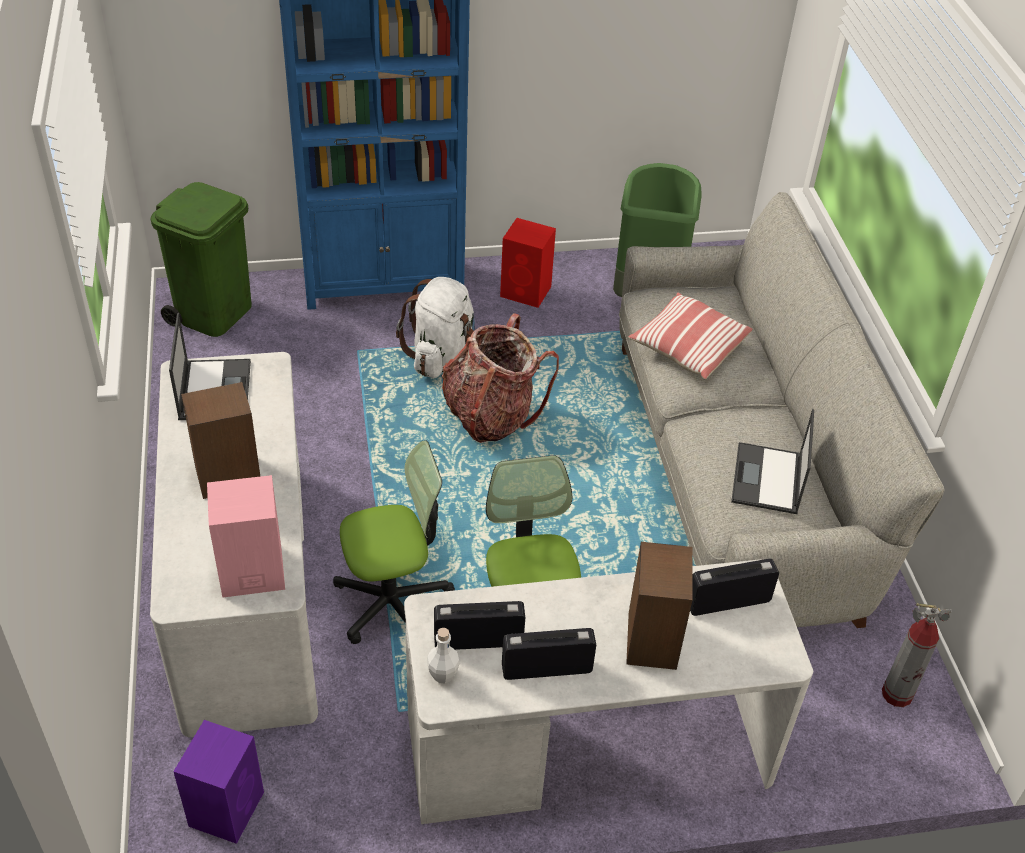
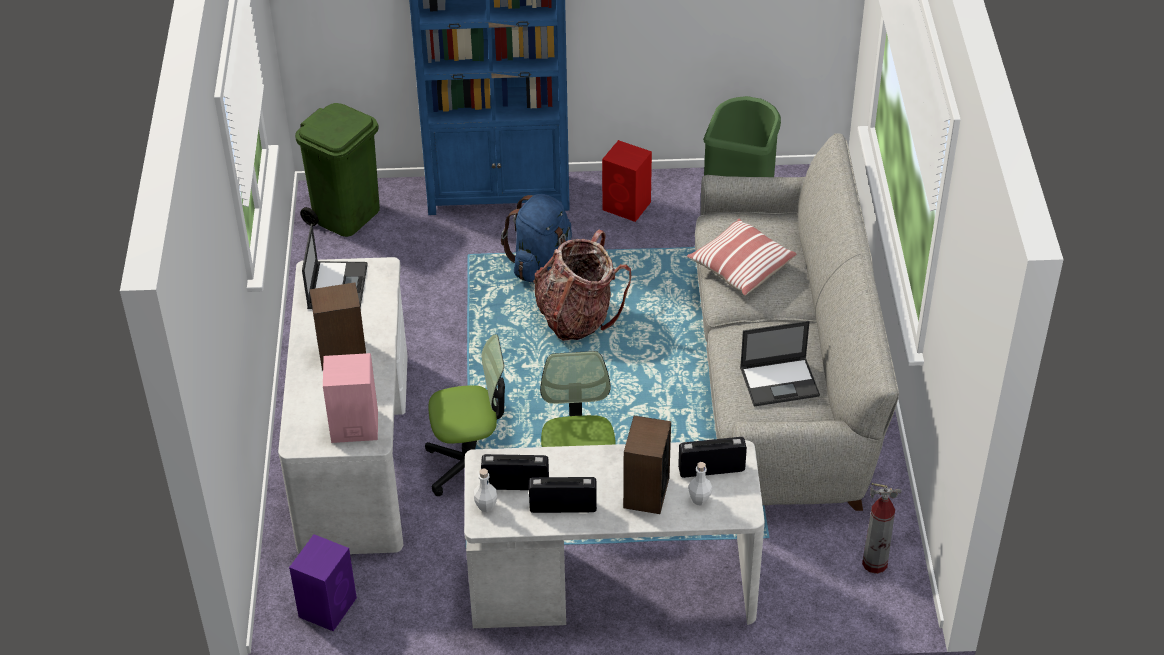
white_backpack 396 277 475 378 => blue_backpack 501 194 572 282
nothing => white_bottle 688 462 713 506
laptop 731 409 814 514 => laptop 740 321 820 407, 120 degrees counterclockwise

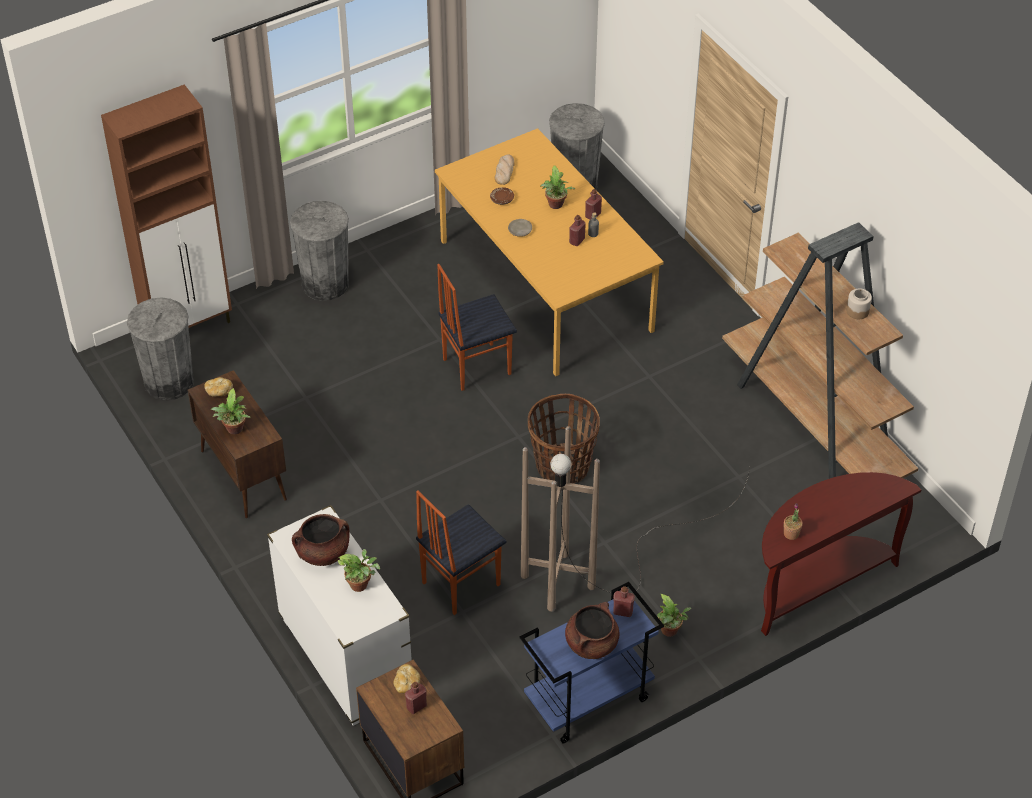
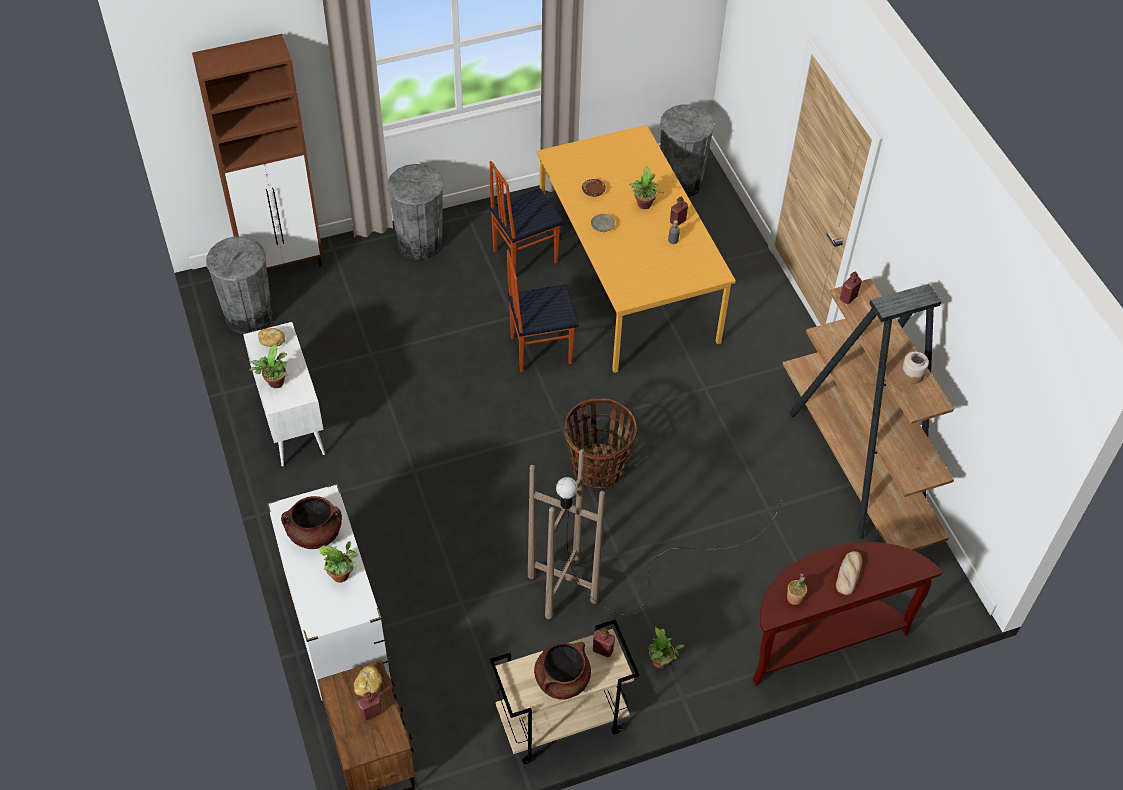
brown_cabinet 188 370 287 518 => white_cabinet 243 322 325 466
chair 416 490 506 615 => chair 489 161 564 273, moved
blue_cart 520 582 664 744 => beige_cart 490 619 639 764
bread 495 154 515 185 => bread 836 551 862 595, moved
red_bottle 569 215 586 246 => red_bottle 840 272 862 304, moved

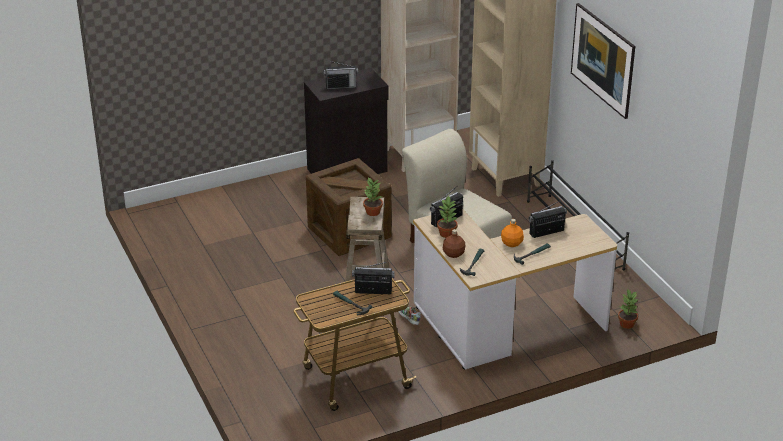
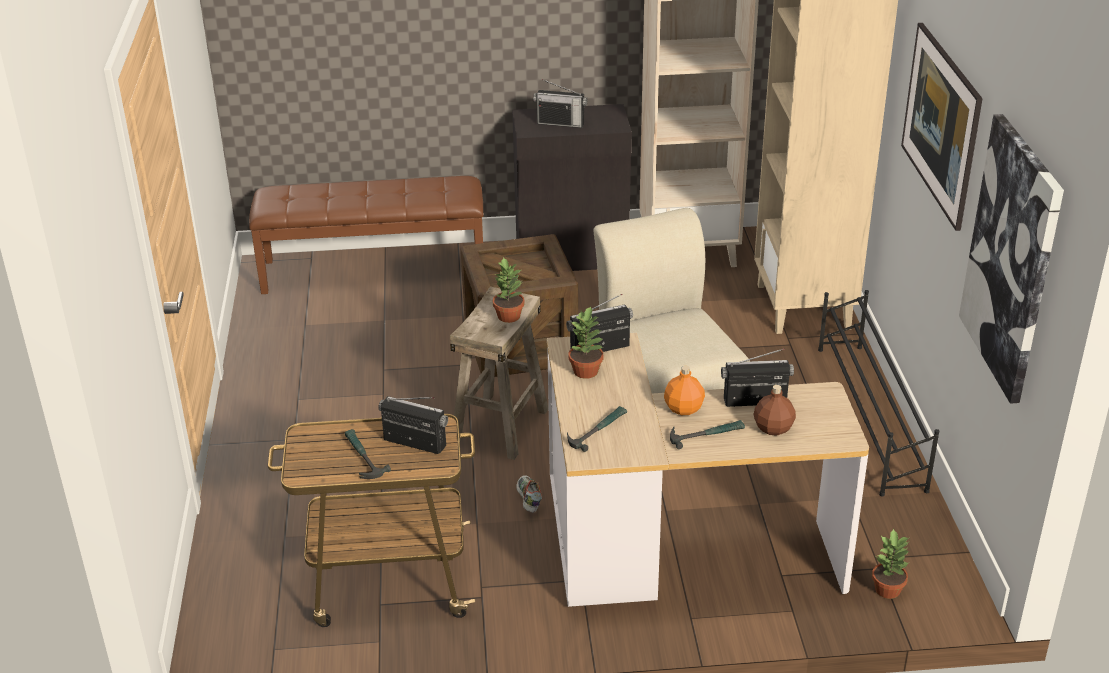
nothing => brown_bench 249 176 484 294
brown_bottle 443 229 465 258 => brown_bottle 753 385 796 436, moved
nothing => picture 959 114 1064 404

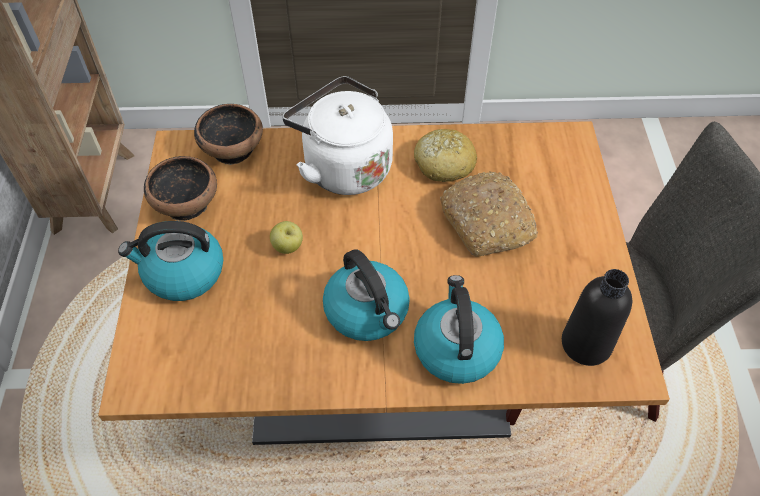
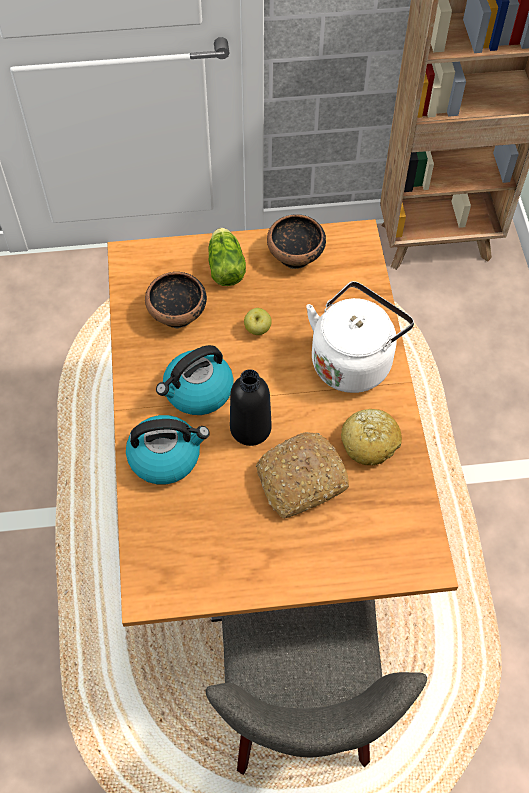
bowl 194 104 263 165 => bowl 145 272 207 329, moved
kettle 118 221 223 301 => lettuce 208 228 246 286
black_bottle 562 269 632 366 => black_bottle 230 369 272 446, moved

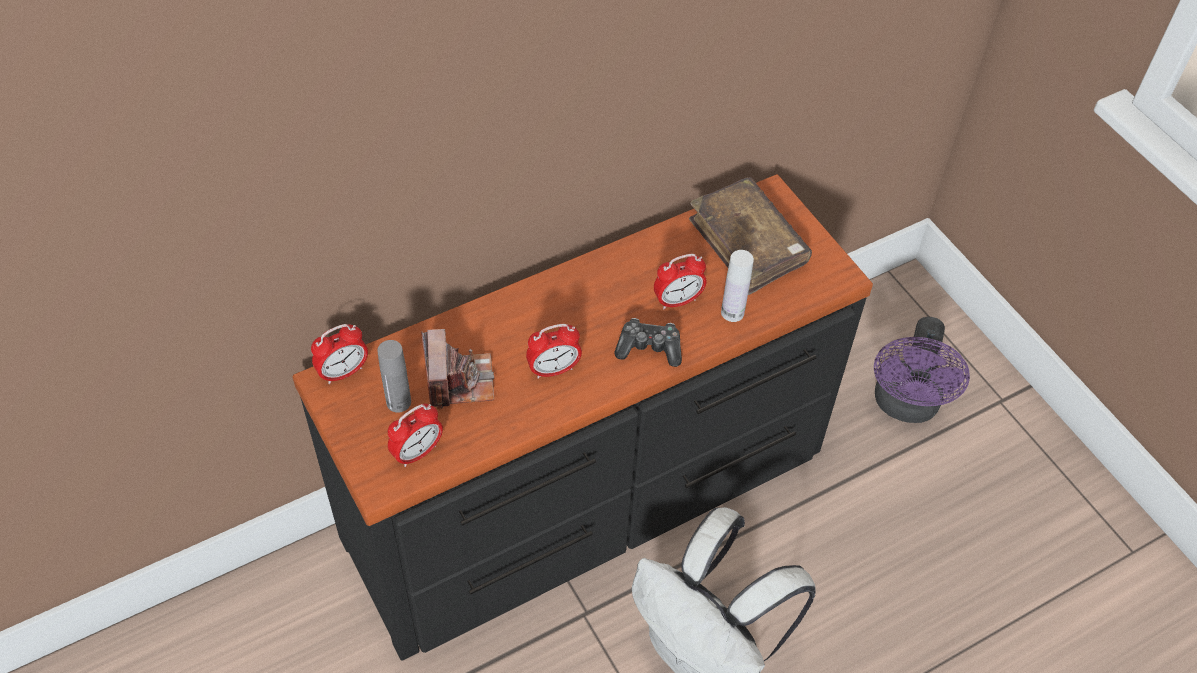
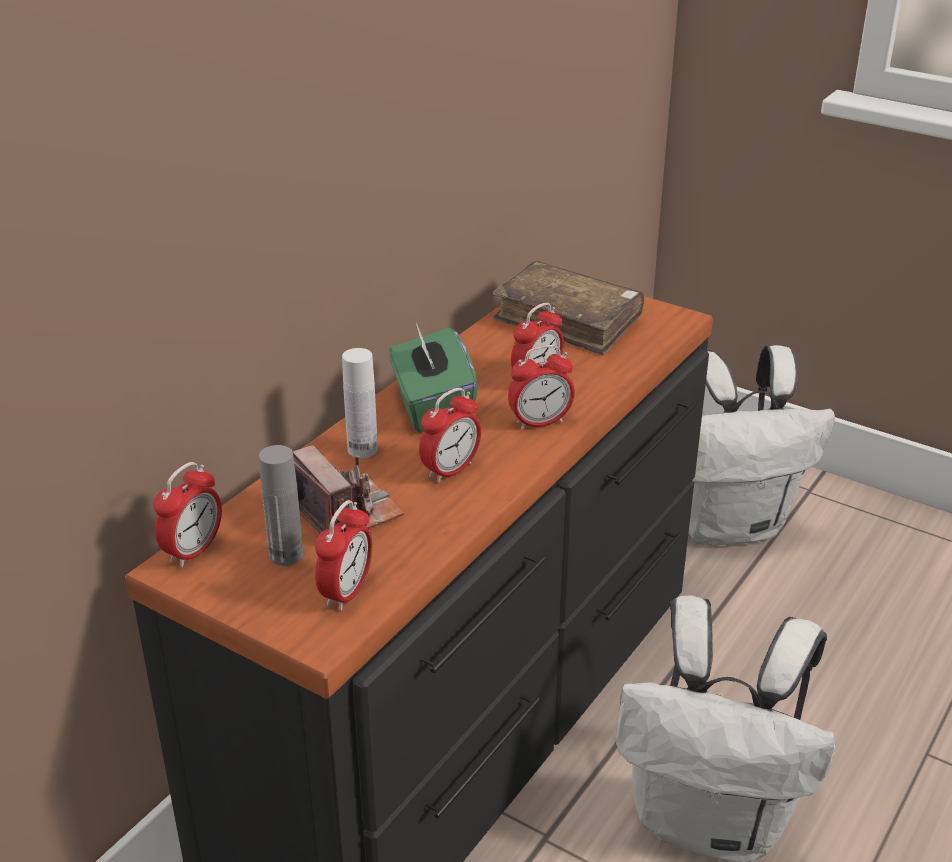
white_bottle 721 250 754 322 => white_bottle 342 348 378 458, moved
nothing => green_tissue_box 389 323 478 433
game_controller 614 318 682 367 => alarm_clock 508 345 575 430
purple_fan 874 317 970 423 => white_backpack 689 345 835 546

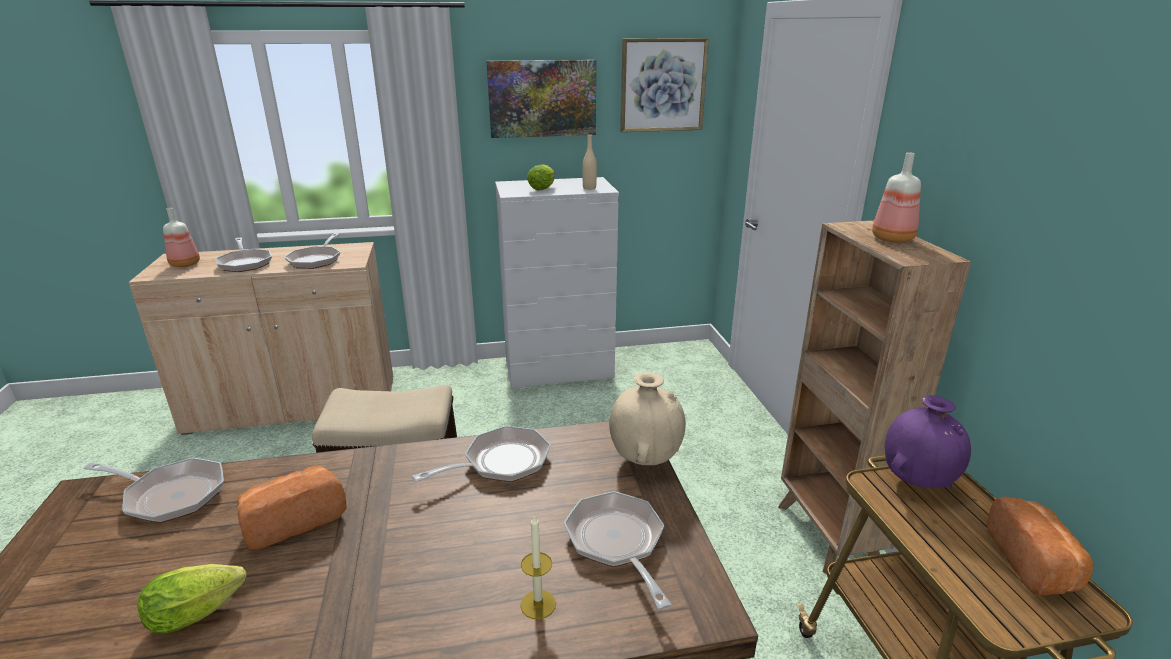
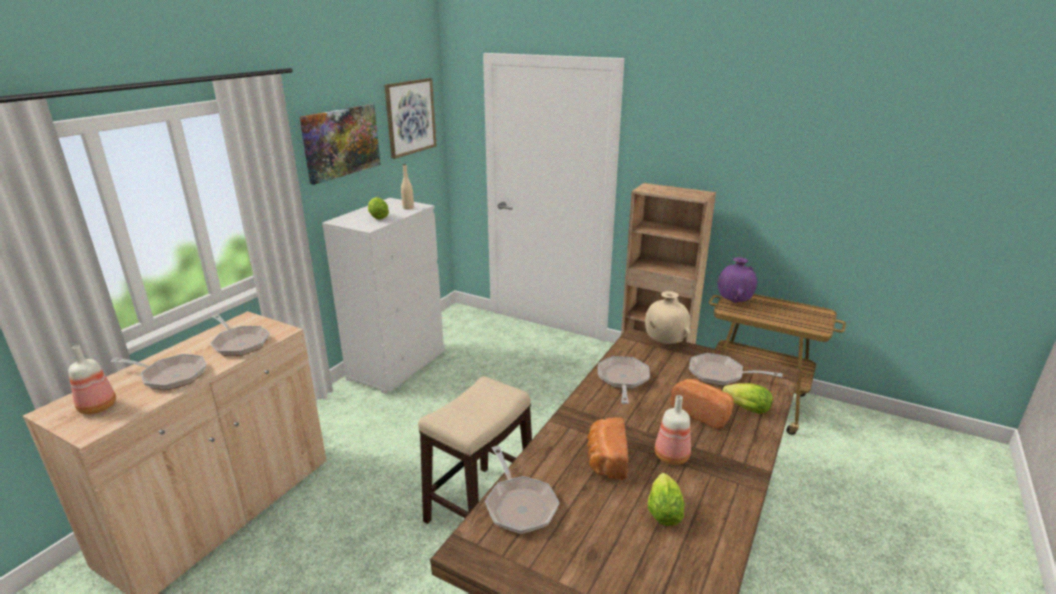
frying_pan 83 458 224 523 => frying_pan 485 446 560 534, 105 degrees clockwise
bottle 872 152 921 243 => bottle 655 395 691 465, moved
bread 986 497 1093 595 => bread 671 379 734 429, moved
candle 521 514 556 619 => lettuce 722 383 773 414

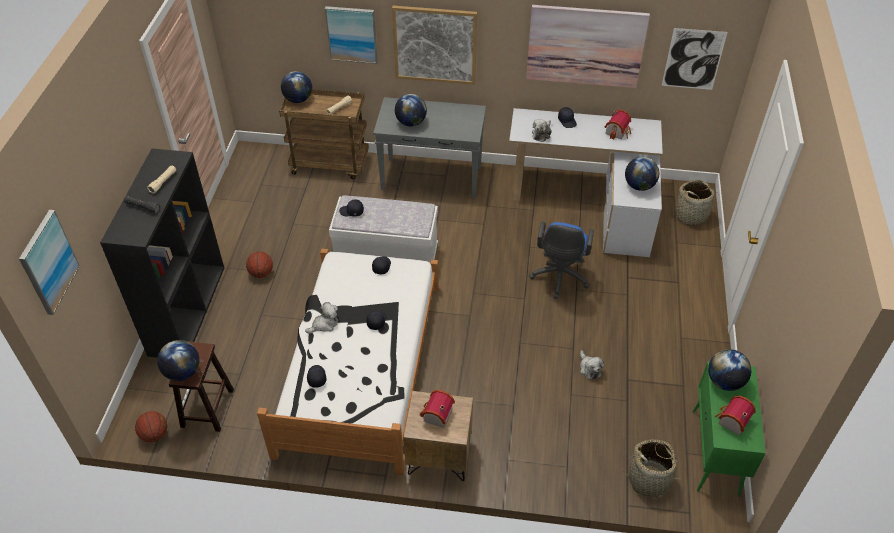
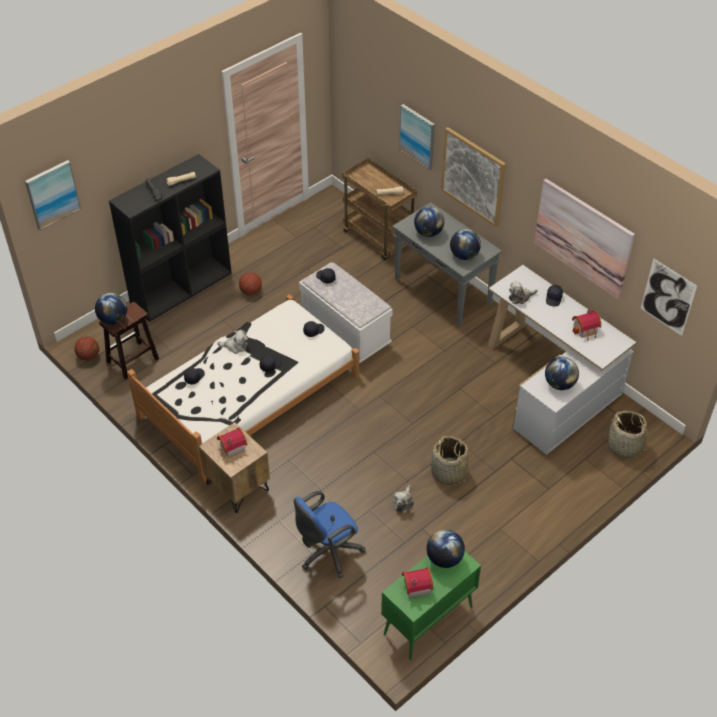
blue_office_chair 529 221 594 299 => blue_office_chair 294 491 365 578, moved
basket 626 439 687 497 => basket 431 436 469 485, moved
globe 281 71 312 103 => globe 450 229 481 260, moved

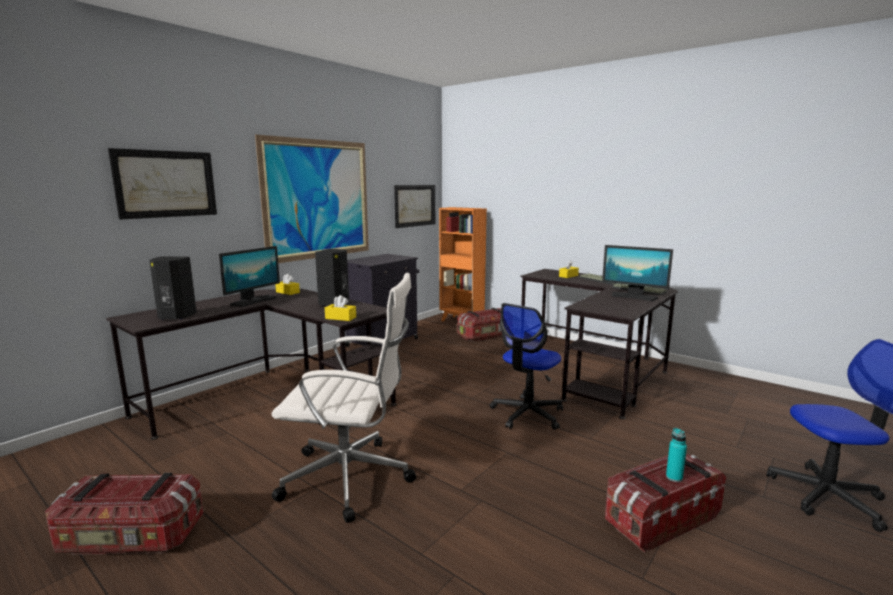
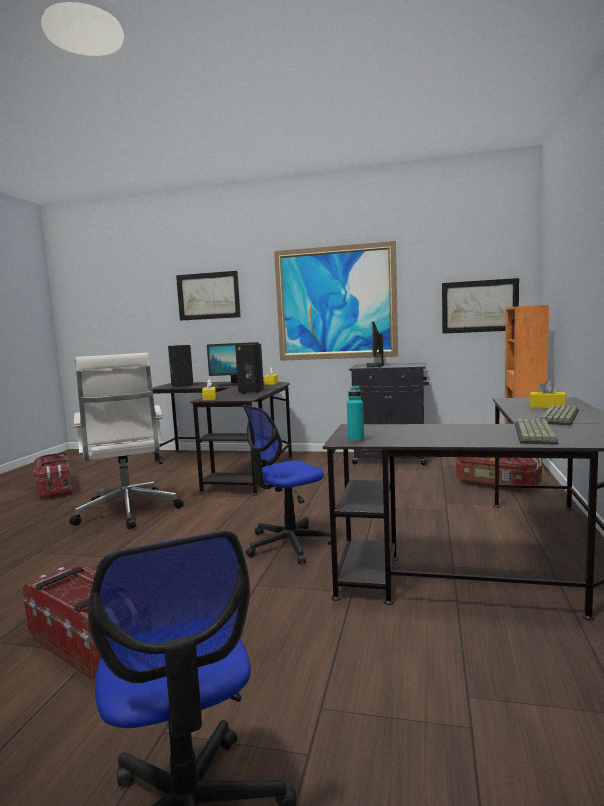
office_chair 490 303 563 430 => office_chair 243 405 331 564, 45 degrees counterclockwise
turquoise_bottle 666 428 687 482 => turquoise_bottle 347 386 364 442, moved
monitor 602 245 673 301 => monitor 366 321 384 368, moved

